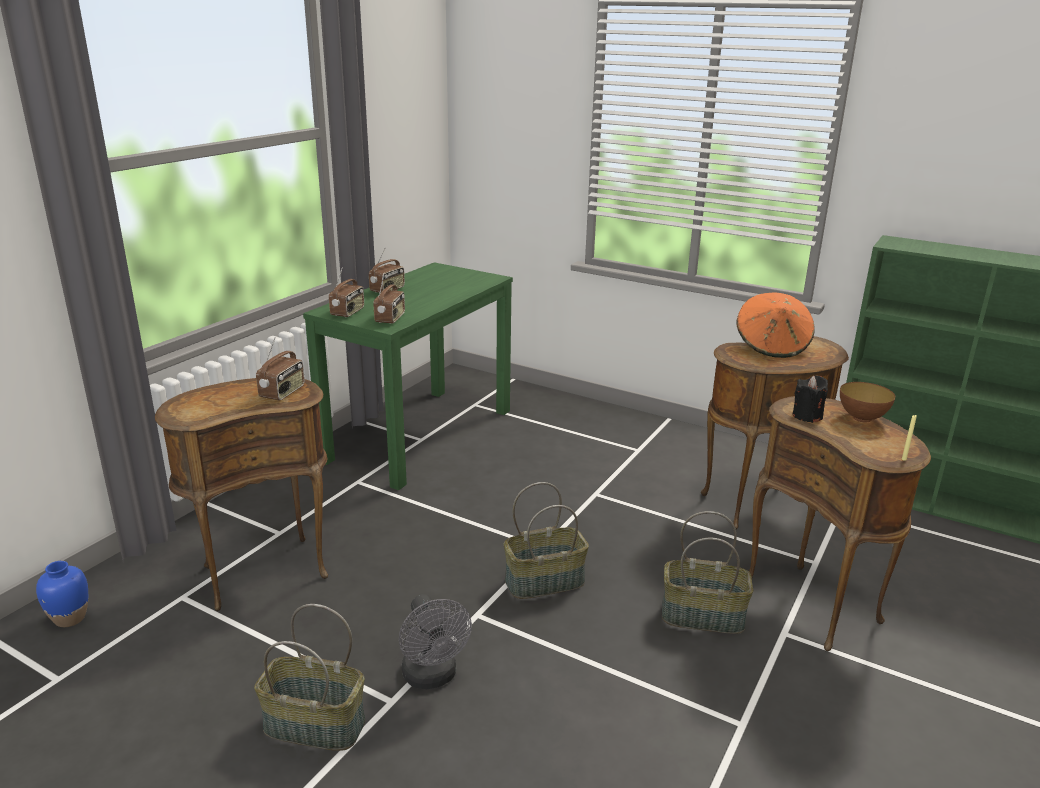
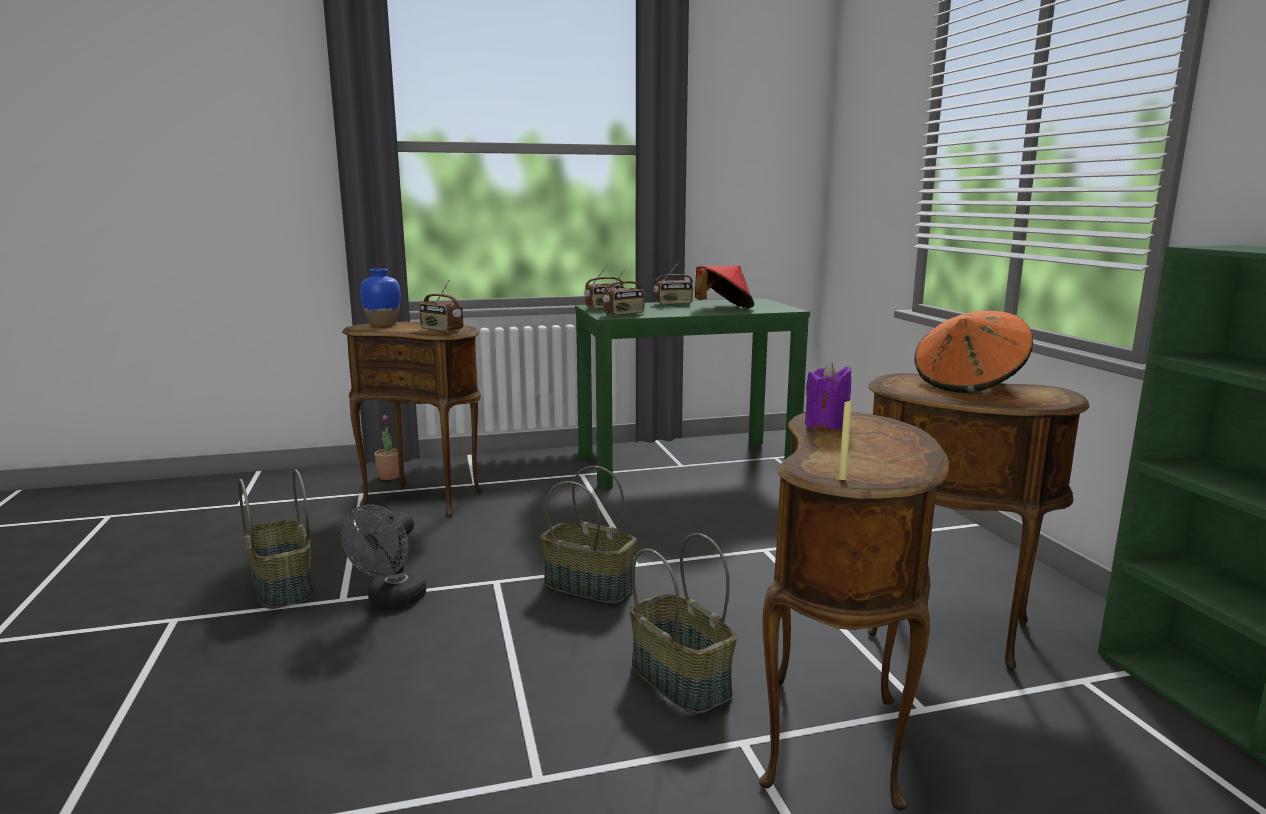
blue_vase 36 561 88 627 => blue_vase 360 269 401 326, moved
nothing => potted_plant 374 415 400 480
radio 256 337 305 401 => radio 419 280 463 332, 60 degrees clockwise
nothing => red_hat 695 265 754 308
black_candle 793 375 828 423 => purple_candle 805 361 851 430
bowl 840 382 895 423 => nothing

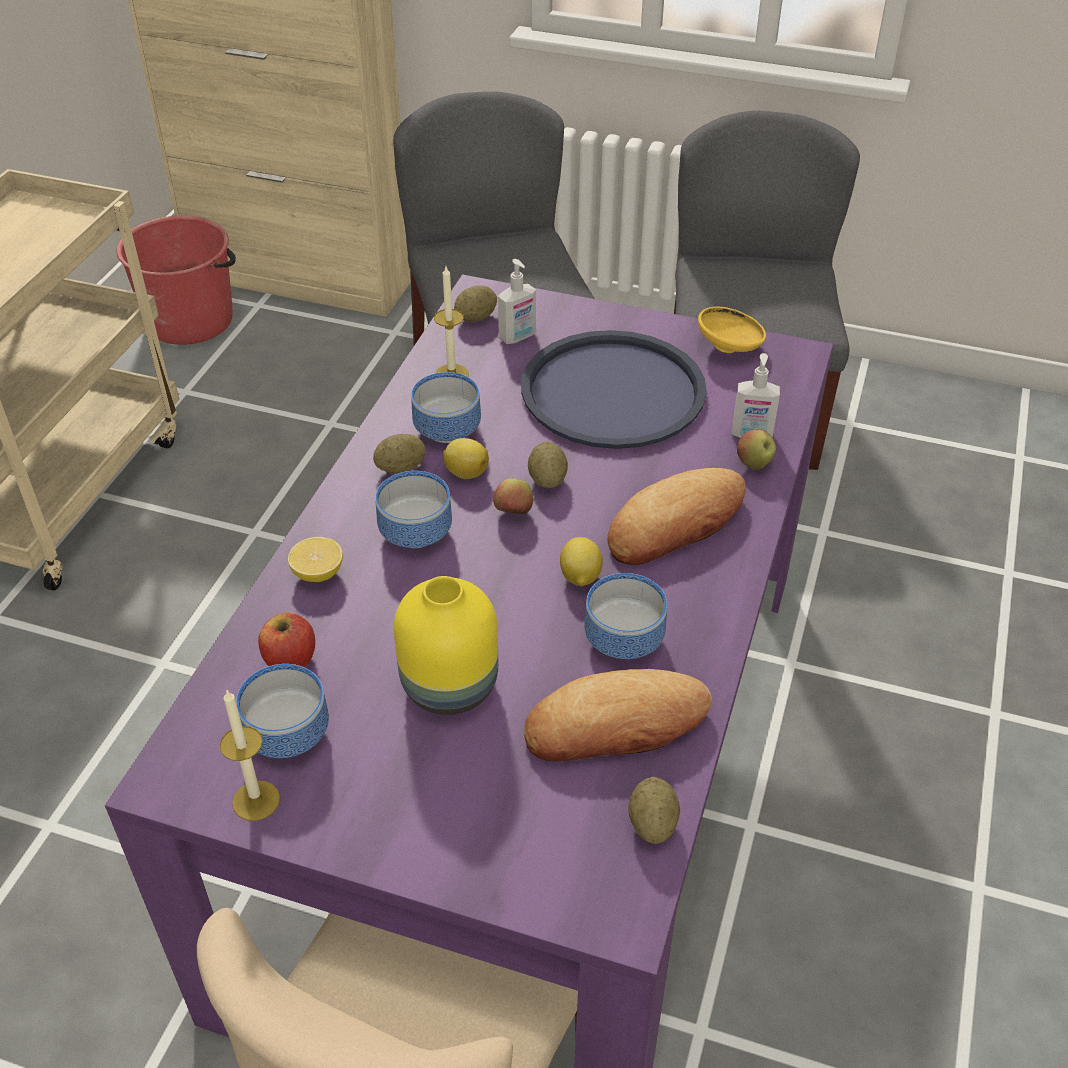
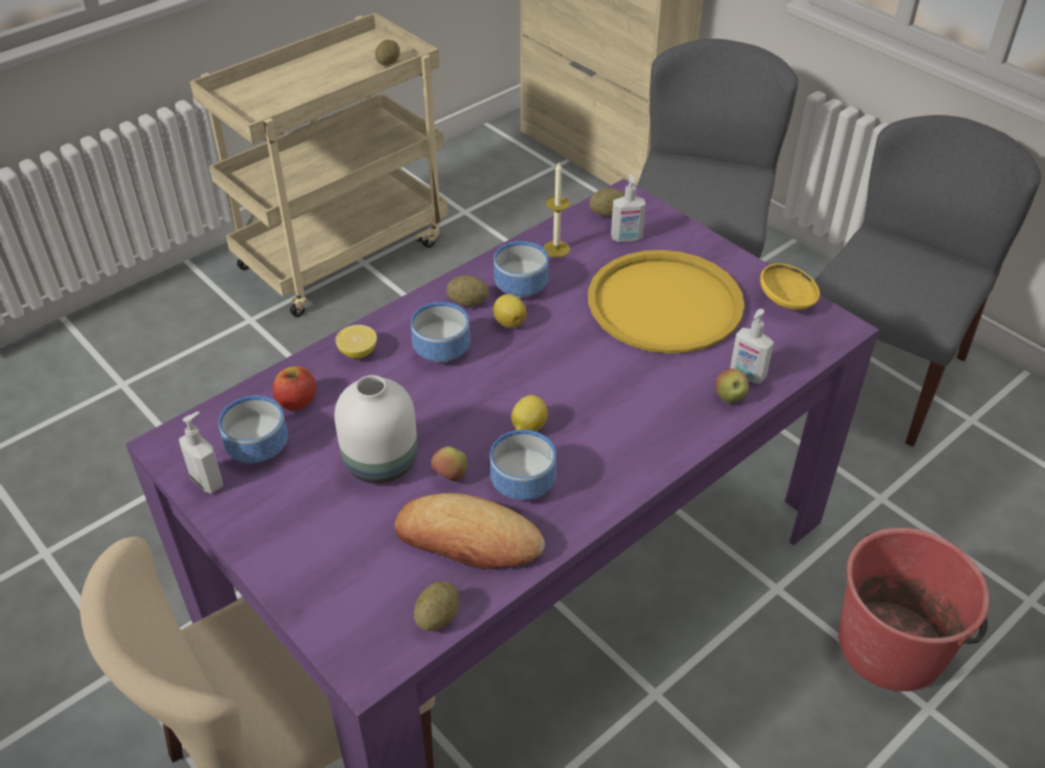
candle 220 689 280 821 => soap_dispenser 179 411 223 494
yellow_vase 394 576 498 715 => white_vase 334 375 418 484
potato 528 442 568 488 => potato 375 40 400 65, moved
apple 493 478 533 514 => apple 431 446 467 482, moved
blue_tray 521 330 707 449 => yellow_tray 588 250 745 354
red_bucket 116 215 236 345 => red_bucket 838 528 990 691, moved
bread 608 468 746 565 => nothing

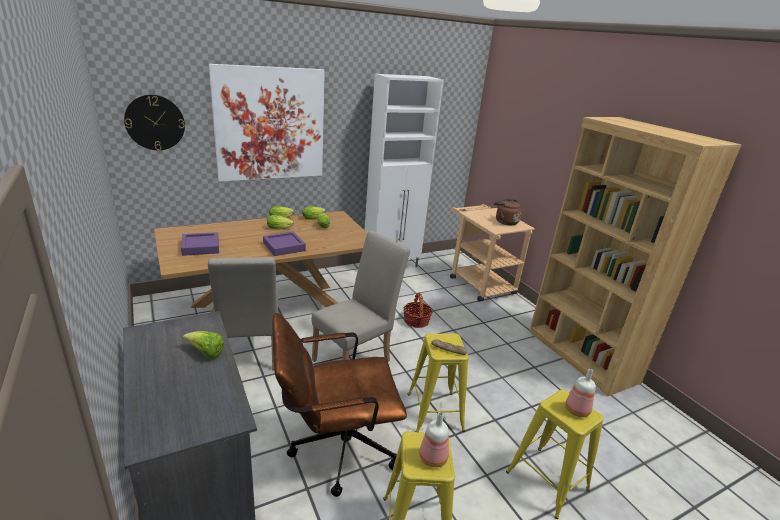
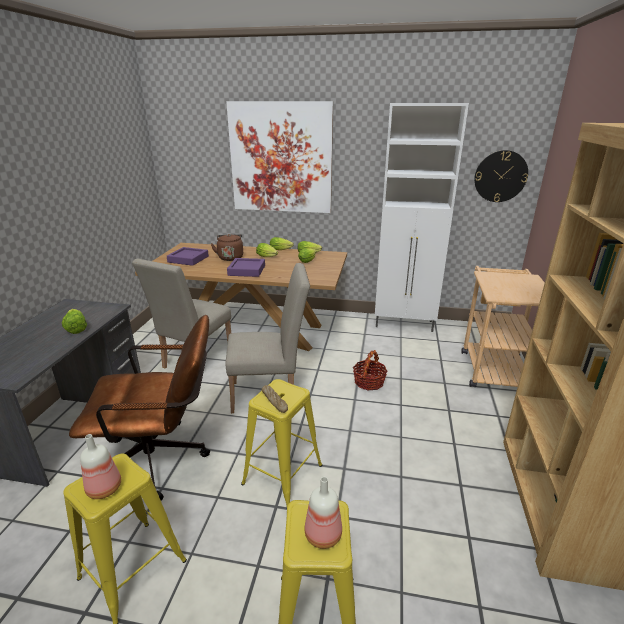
brown_office_chair 272 313 407 497 => brown_office_chair 69 315 210 500, 150 degrees clockwise
brown_kettle 494 199 522 225 => brown_kettle 211 234 243 261, moved
wall_clock 124 95 185 150 => wall_clock 474 150 528 202, moved

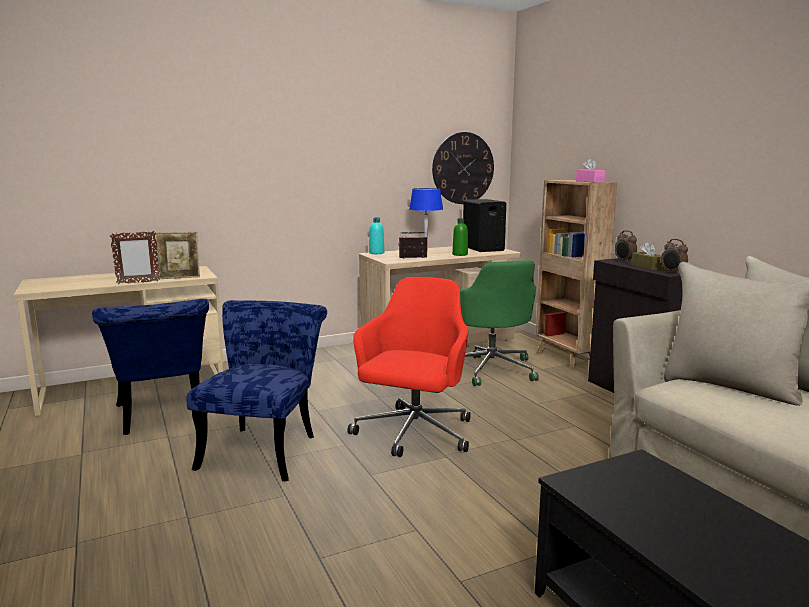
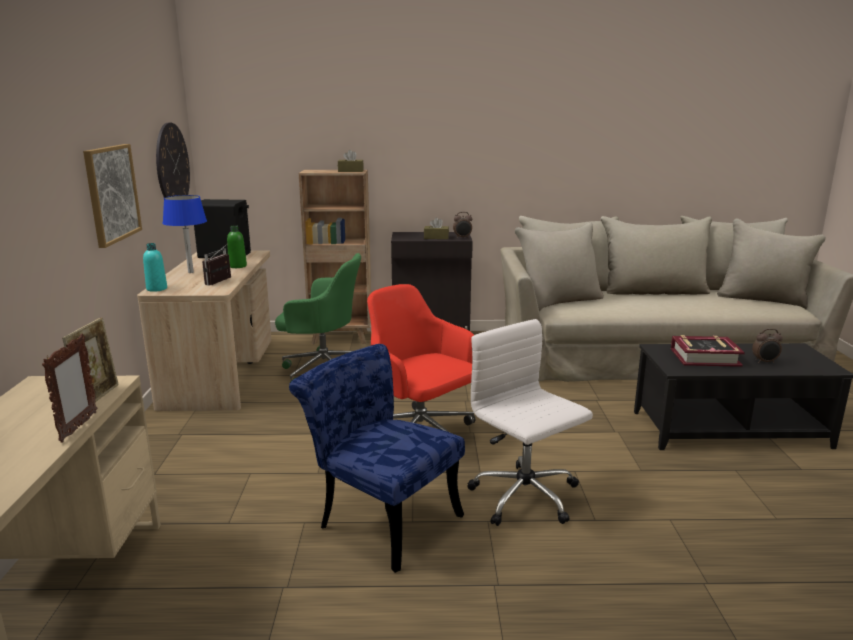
nothing => picture 83 144 142 248
pink_tissue_box 576 159 606 182 => brown_tissue_box 338 150 364 172
nothing => white_office_chair 467 319 593 526
nothing => book 671 335 745 367
alarm_clock 615 230 637 262 => alarm_clock 752 328 783 363, moved
blue_chair 92 299 209 435 => nothing

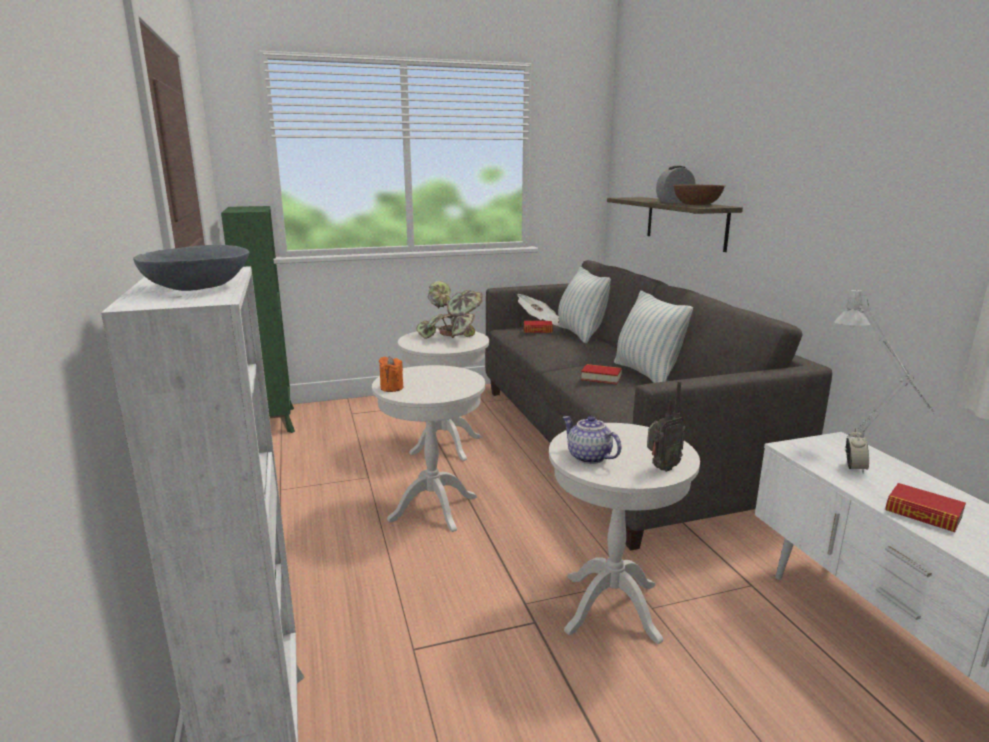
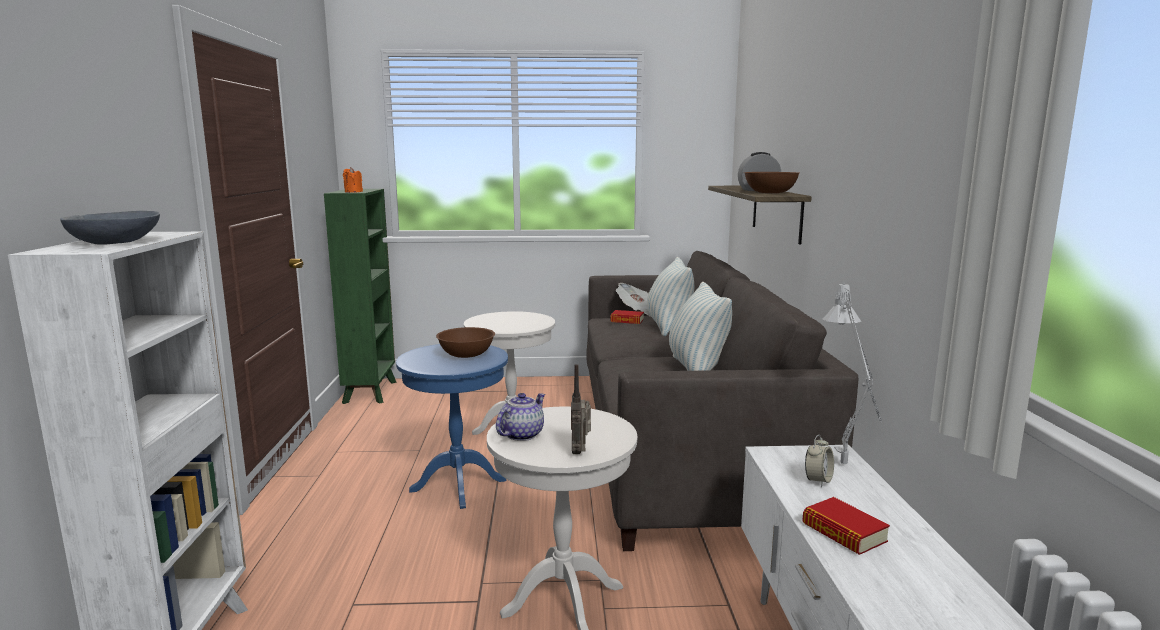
orange_candle 379 356 403 392 => orange_candle 343 167 363 193, moved
white_side_table 372 365 485 532 => blue_side_table 396 344 508 509
nothing => brown_bowl 436 327 495 358
teapot 563 416 621 464 => teapot 496 393 545 441, 60 degrees clockwise
radio 647 381 686 472 => radio 571 364 591 454, 105 degrees clockwise
potted_plant 416 281 483 339 => nothing
book 581 364 622 385 => nothing

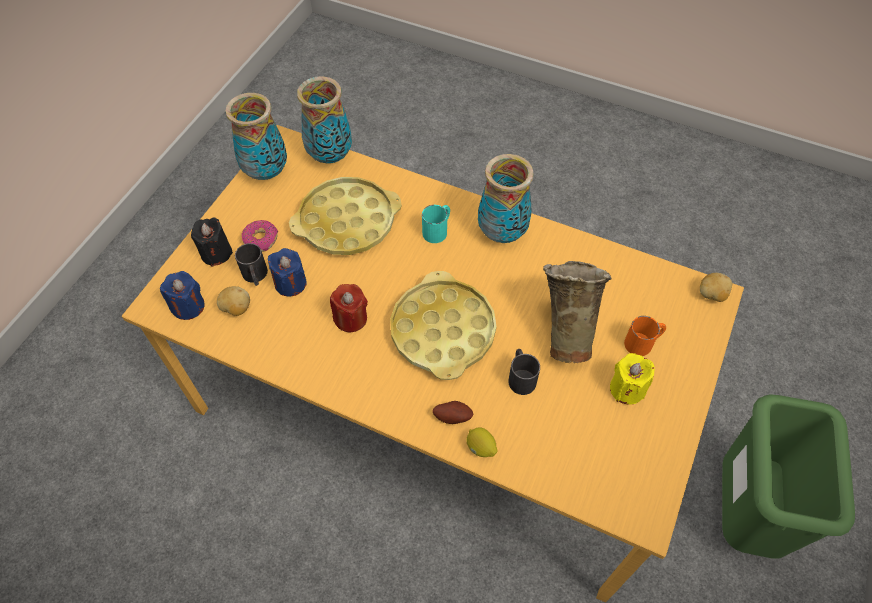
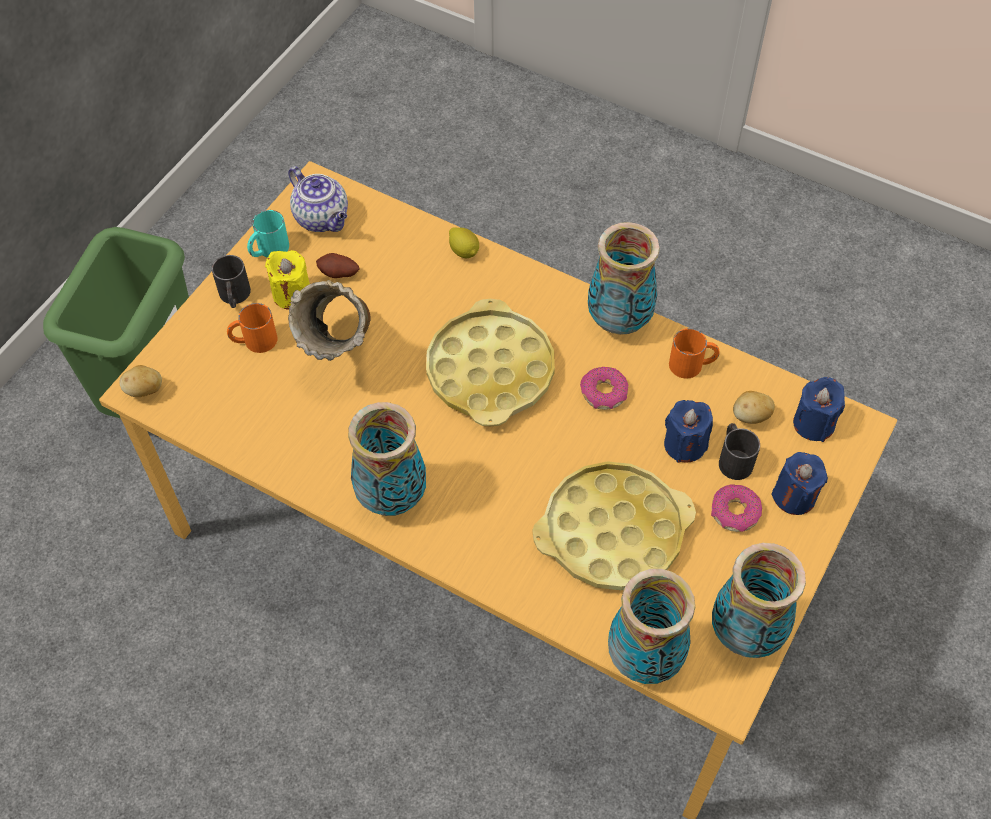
black_mug 508 349 540 395 => black_mug 212 255 251 308, moved
turquoise_mug 422 205 450 243 => turquoise_mug 247 210 289 258, moved
nothing => teapot 288 166 348 232
potato 433 401 473 424 => potato 316 253 360 278, moved
red_candle 330 284 368 332 => donut 580 367 629 410
nothing => vase 588 222 660 335
nothing => orange_mug 669 328 720 379
black_candle 191 218 233 267 => blue_candle 771 452 828 515

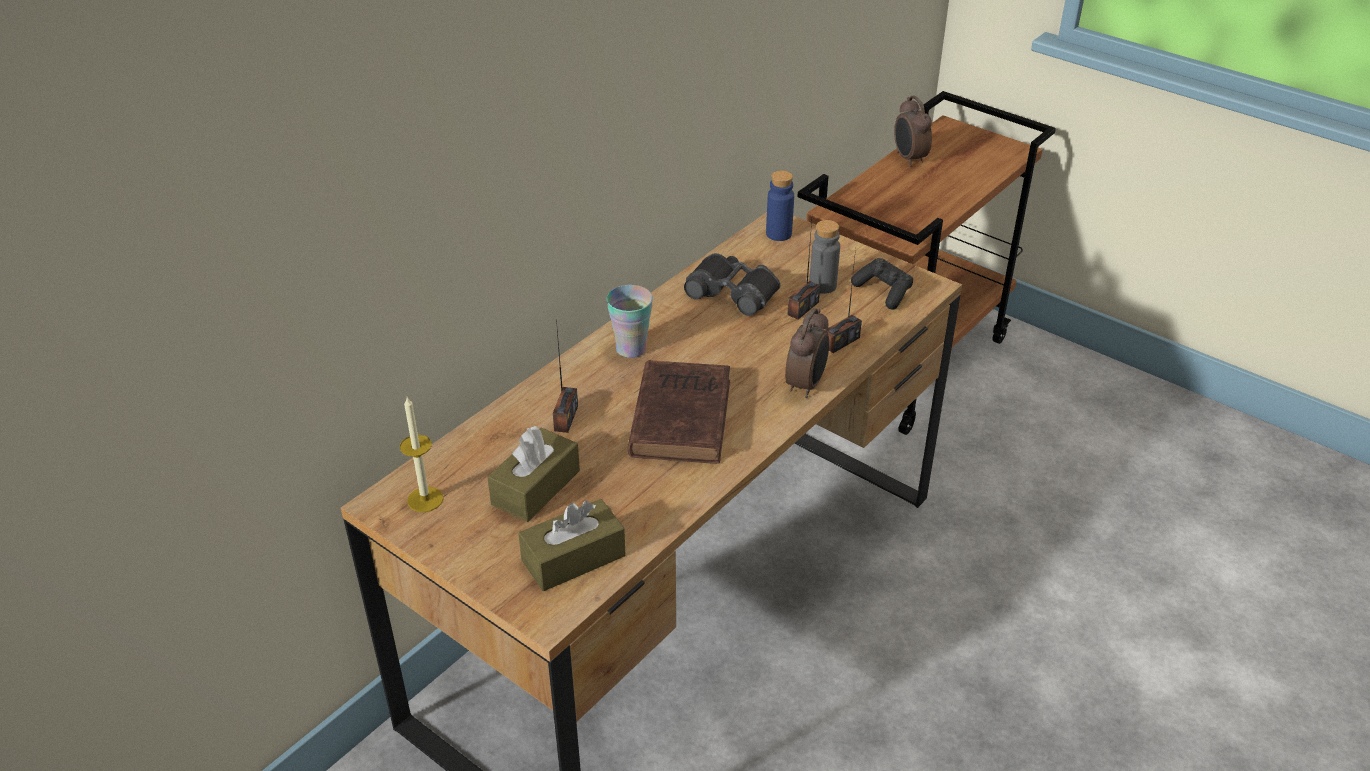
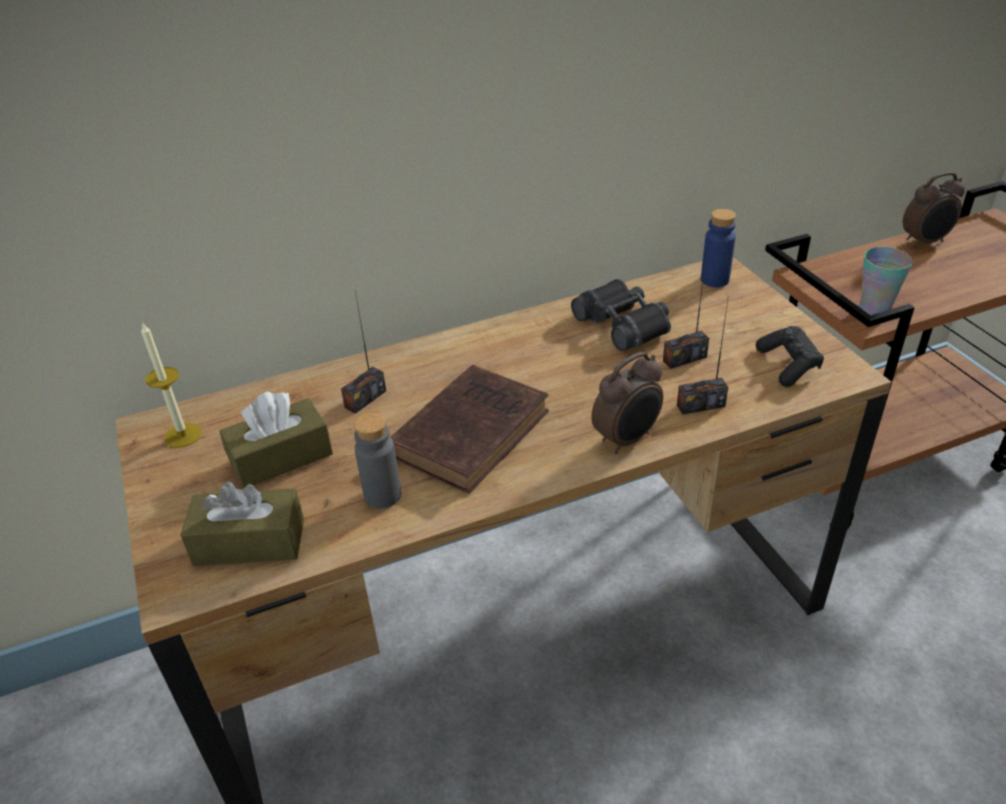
grey_bottle 809 220 840 294 => grey_bottle 354 412 401 509, moved
cup 607 285 653 358 => cup 859 247 913 315, moved
alarm_clock 894 96 932 167 => alarm_clock 903 172 965 248, 120 degrees counterclockwise

